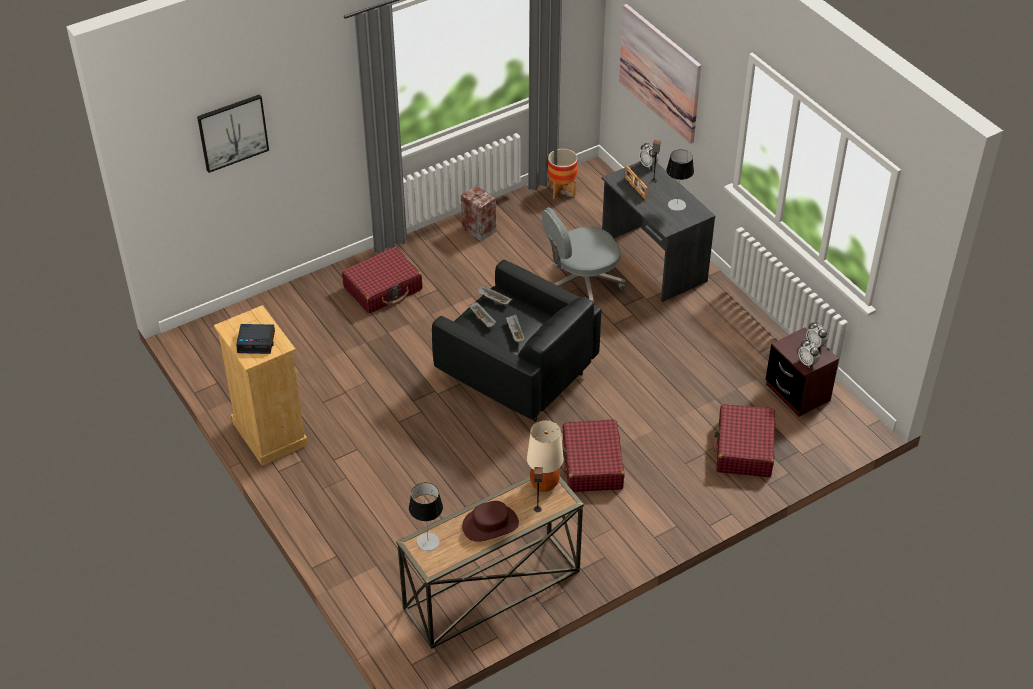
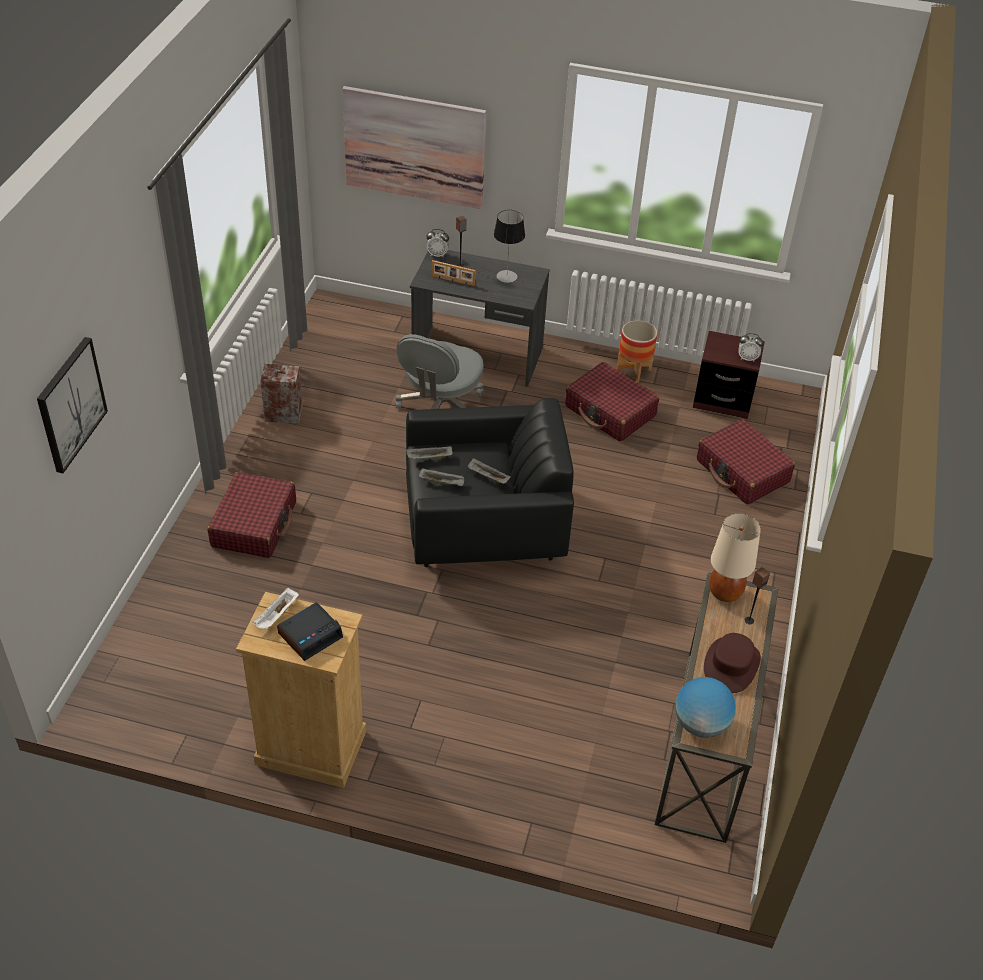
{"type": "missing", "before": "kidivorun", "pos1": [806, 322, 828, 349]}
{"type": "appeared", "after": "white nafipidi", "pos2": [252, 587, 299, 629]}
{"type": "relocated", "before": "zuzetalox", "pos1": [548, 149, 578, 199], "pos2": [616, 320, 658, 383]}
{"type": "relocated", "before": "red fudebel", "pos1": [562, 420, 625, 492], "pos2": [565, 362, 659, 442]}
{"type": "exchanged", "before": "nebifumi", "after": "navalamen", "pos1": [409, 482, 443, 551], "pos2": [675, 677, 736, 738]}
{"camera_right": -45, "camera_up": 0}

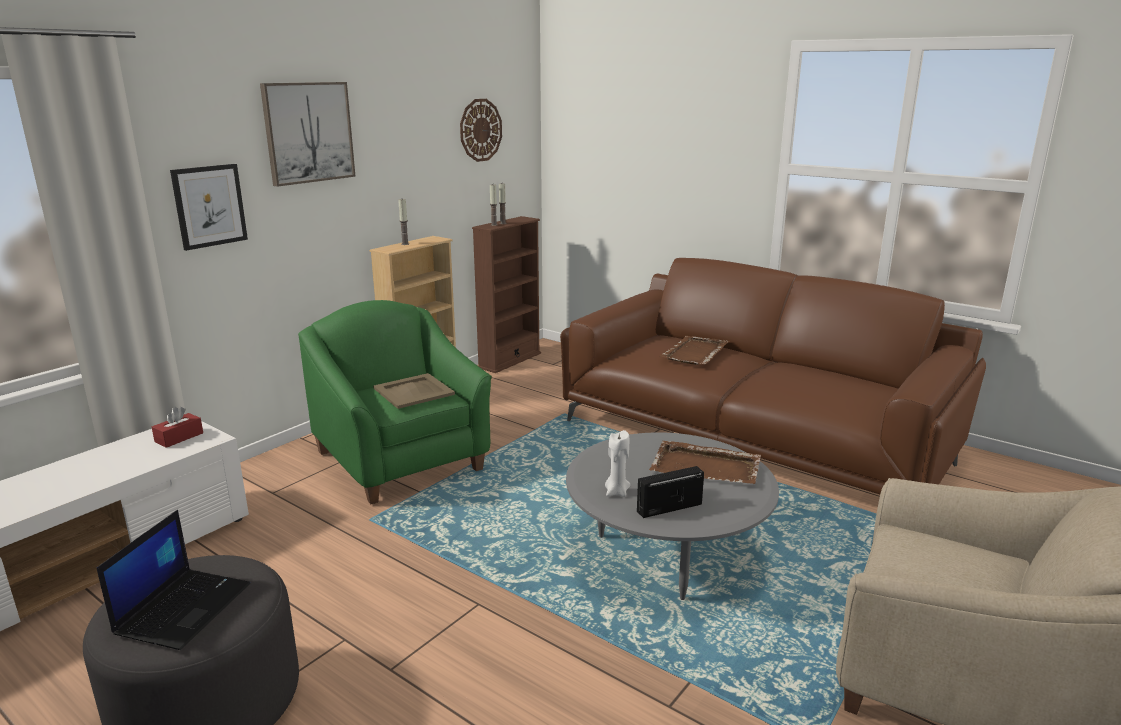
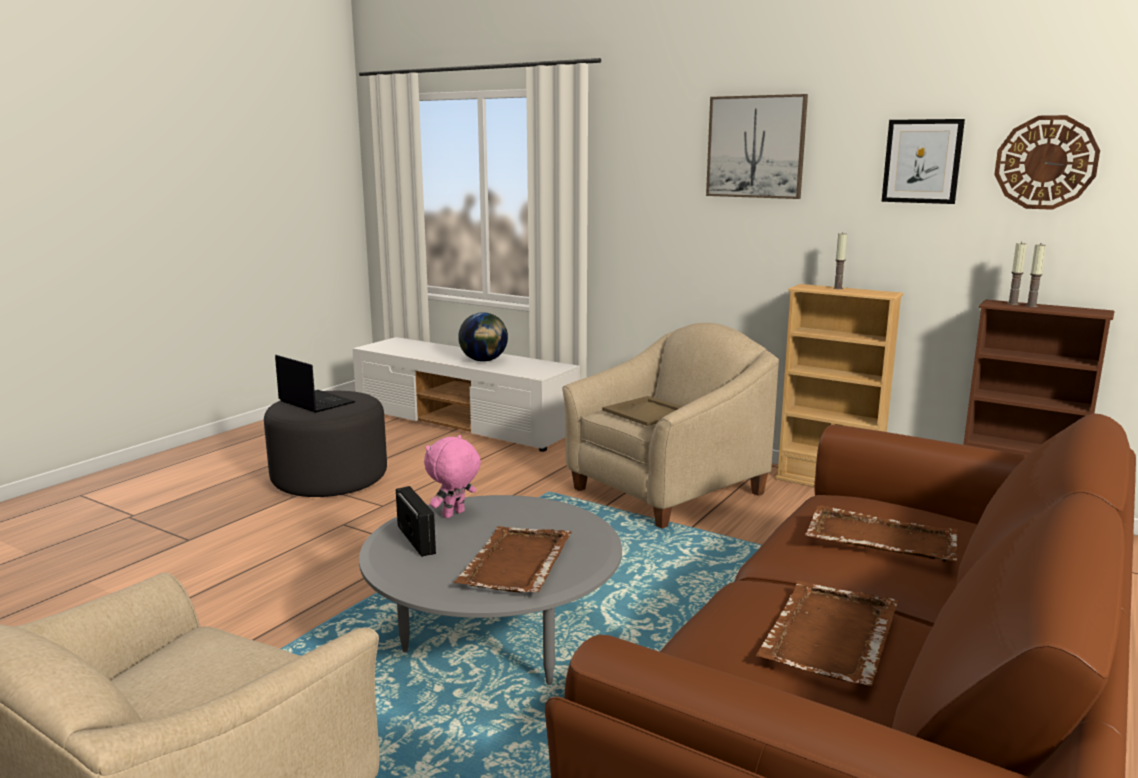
{"type": "missing", "before": "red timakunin", "pos1": [152, 407, 203, 448]}
{"type": "appeared", "after": "navalamen", "pos2": [458, 312, 508, 362]}
{"type": "appeared", "after": "brown nafipidi", "pos2": [756, 581, 898, 686]}
{"type": "relocated", "before": "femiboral", "pos1": [170, 164, 248, 251], "pos2": [881, 119, 965, 204]}
{"type": "exchanged", "before": "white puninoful", "after": "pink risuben", "pos1": [605, 430, 631, 497], "pos2": [424, 435, 481, 518]}
{"type": "colour", "before": "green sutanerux", "after": "beige sutanerux", "pos1": [298, 300, 492, 504], "pos2": [562, 323, 779, 529]}
{"type": "spun", "before": "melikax", "pos1": [97, 510, 250, 650], "pos2": [275, 355, 355, 413], "turn": -150}
{"camera_right": 85, "camera_up": -5}

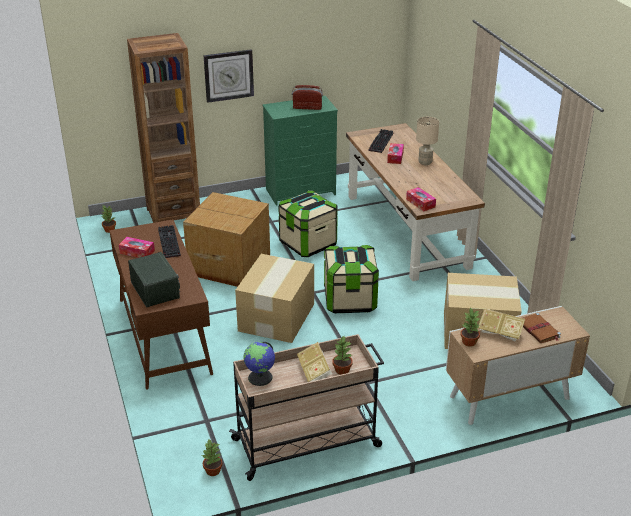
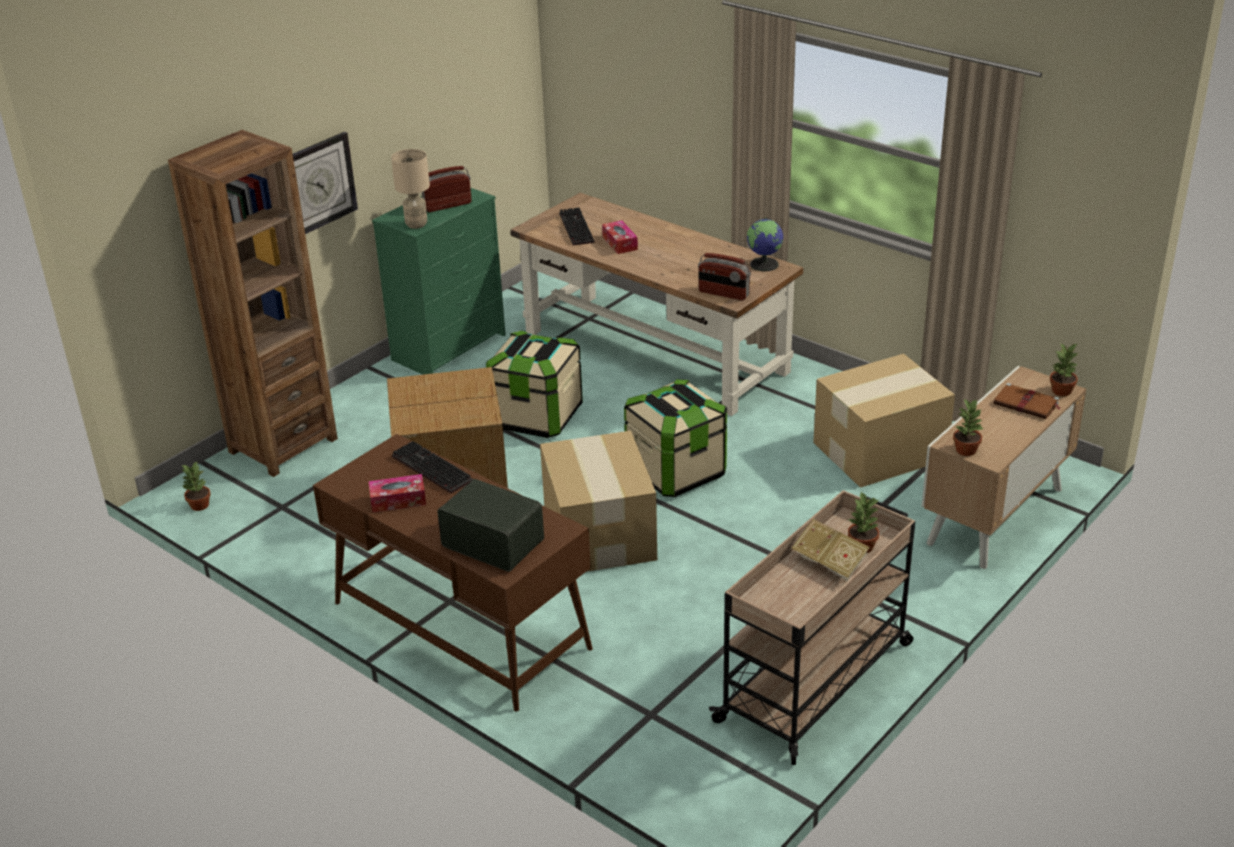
{"type": "missing", "before": "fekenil", "pos1": [478, 308, 525, 342]}
{"type": "relocated", "before": "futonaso", "pos1": [202, 440, 223, 476], "pos2": [1050, 343, 1078, 396]}
{"type": "relocated", "before": "navalamen", "pos1": [244, 342, 275, 386], "pos2": [747, 218, 783, 271]}
{"type": "relocated", "before": "beige nebifumi", "pos1": [416, 117, 439, 165], "pos2": [391, 149, 430, 229]}
{"type": "exchanged", "before": "timakunin", "after": "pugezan", "pos1": [406, 187, 436, 211], "pos2": [698, 253, 751, 300]}
{"camera_right": -30, "camera_up": 0}

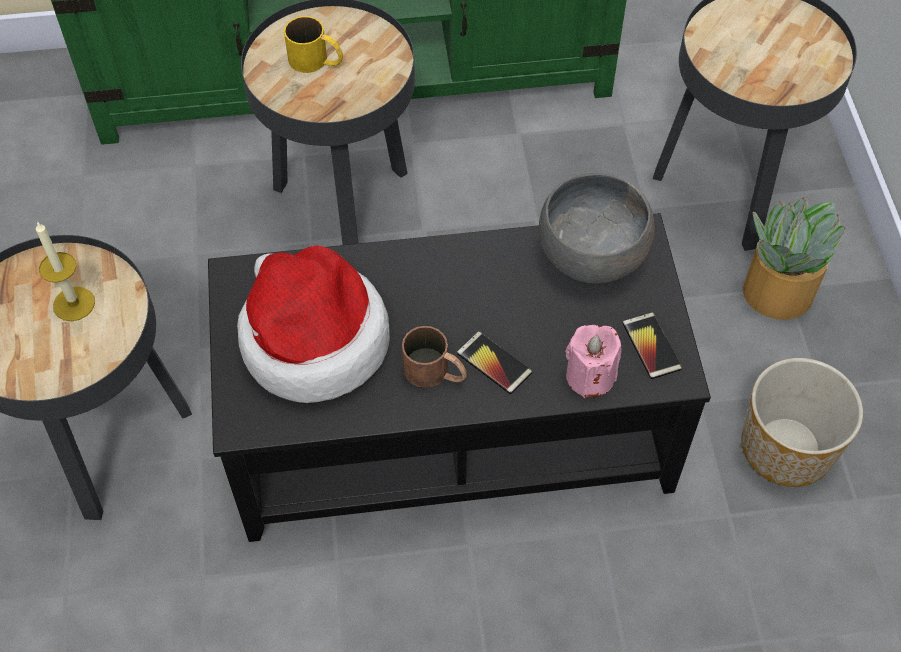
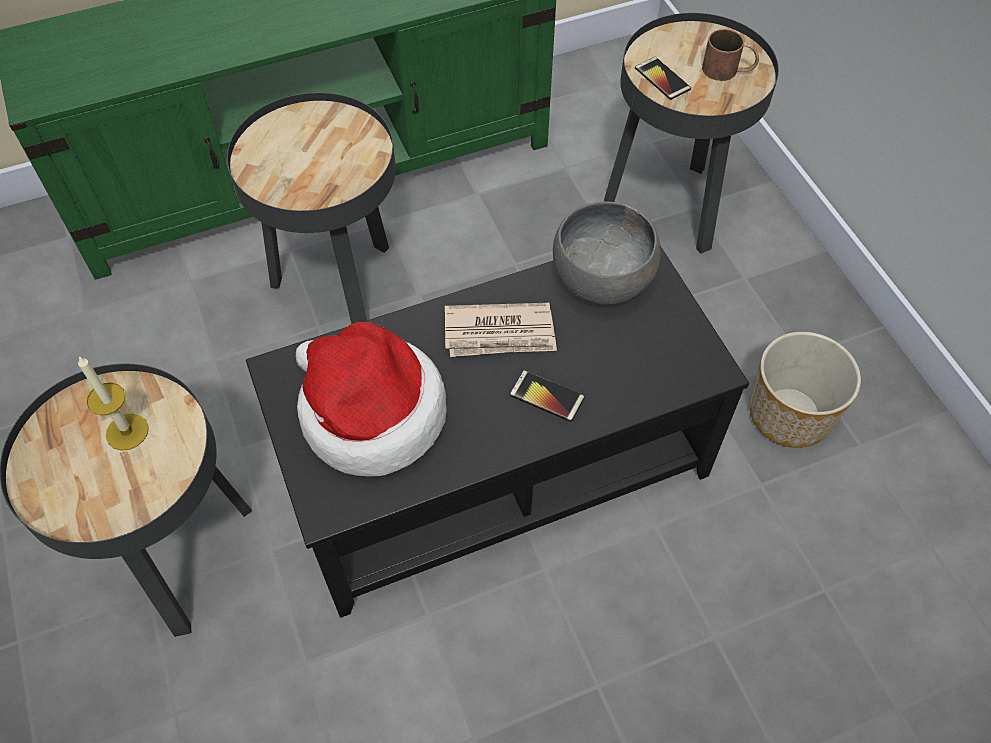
{"type": "missing", "before": "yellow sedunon", "pos1": [284, 16, 343, 73]}
{"type": "missing", "before": "pink puninoful", "pos1": [565, 325, 621, 398]}
{"type": "missing", "before": "futonaso", "pos1": [743, 197, 846, 320]}
{"type": "appeared", "after": "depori", "pos2": [445, 303, 557, 357]}
{"type": "relocated", "before": "brown sedunon", "pos1": [402, 326, 467, 388], "pos2": [702, 29, 759, 81]}
{"type": "relocated", "before": "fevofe", "pos1": [622, 312, 682, 379], "pos2": [635, 57, 691, 100]}
{"camera_right": -15, "camera_up": 0}

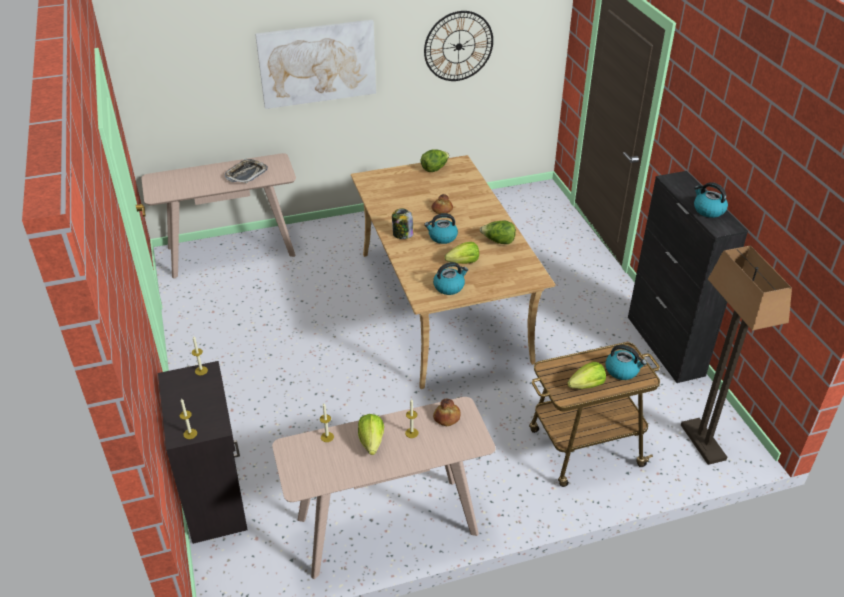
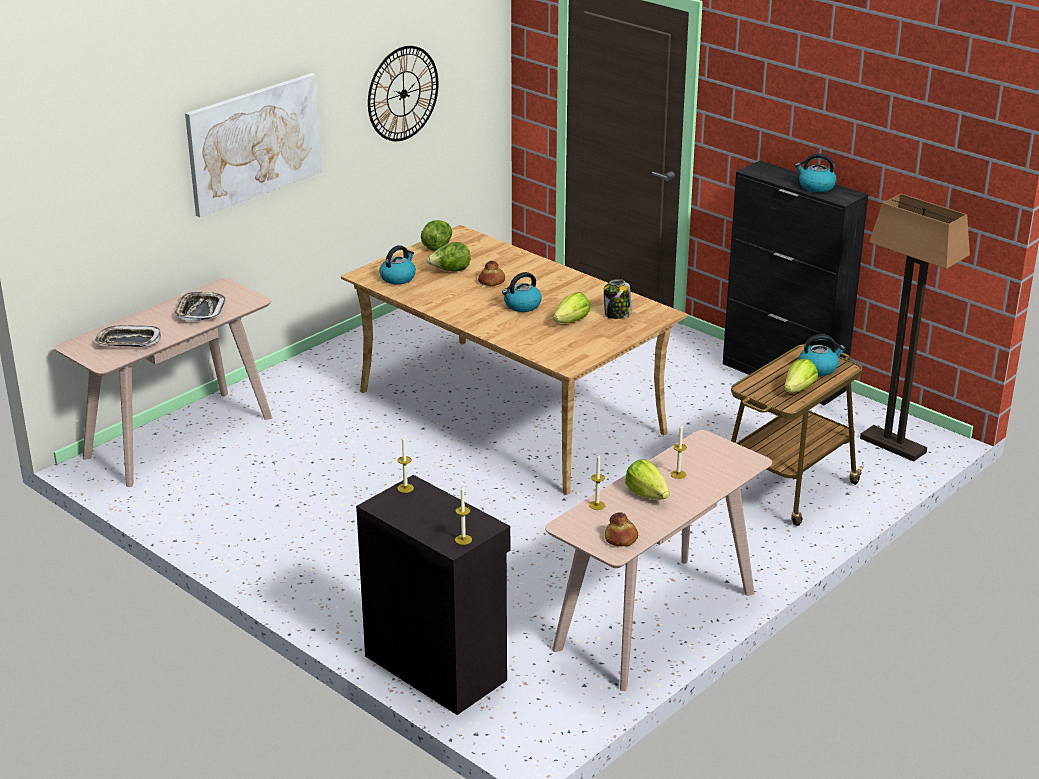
{"type": "appeared", "after": "nafipidi", "pos2": [94, 325, 161, 347]}
{"type": "relocated", "before": "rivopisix", "pos1": [392, 208, 414, 239], "pos2": [604, 279, 632, 319]}
{"type": "relocated", "before": "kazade", "pos1": [433, 262, 468, 295], "pos2": [379, 245, 416, 284]}
{"type": "relocated", "before": "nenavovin", "pos1": [433, 399, 461, 426], "pos2": [605, 512, 638, 546]}
{"type": "relocated", "before": "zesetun", "pos1": [480, 220, 516, 244], "pos2": [427, 242, 471, 272]}
{"camera_right": -30, "camera_up": -10}

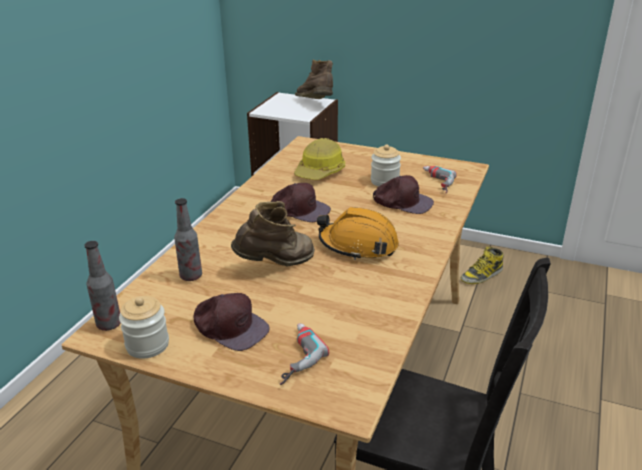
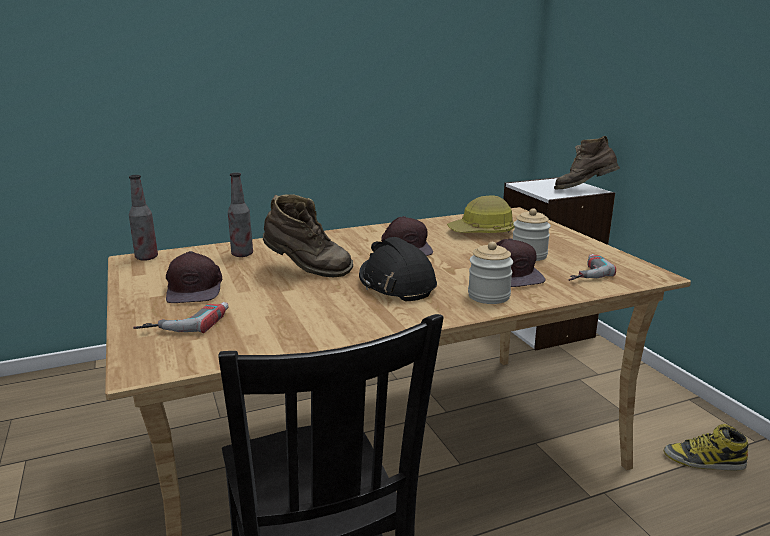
{"type": "relocated", "before": "rivopisix", "pos1": [119, 296, 169, 359], "pos2": [468, 242, 513, 304]}
{"type": "colour", "before": "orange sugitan", "after": "black sugitan", "pos1": [317, 207, 399, 260], "pos2": [359, 237, 437, 301]}
{"type": "spun", "before": "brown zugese", "pos1": [295, 59, 333, 99], "pos2": [554, 136, 620, 189], "turn": -105}
{"camera_right": 45, "camera_up": -10}

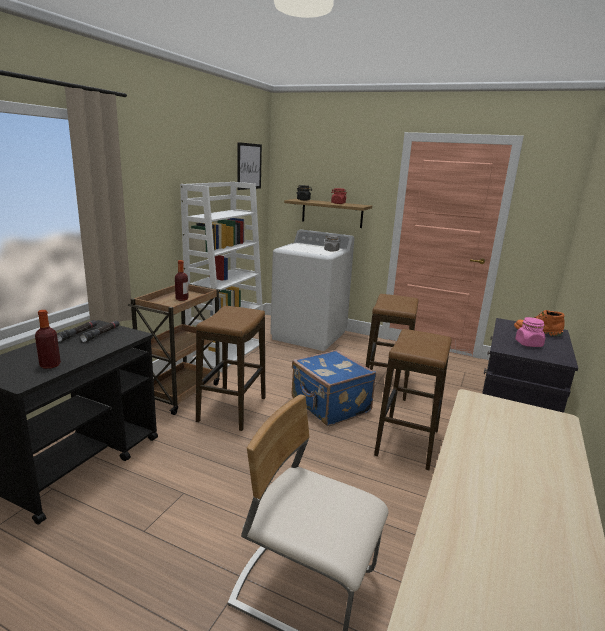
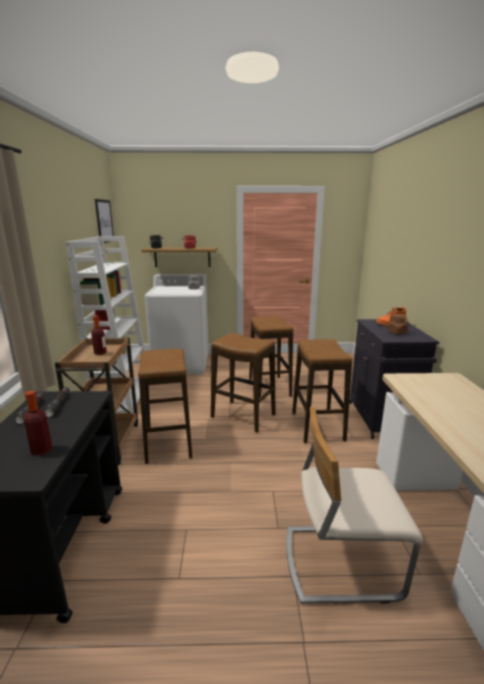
{"type": "exchanged", "before": "blue fudebel", "after": "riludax", "pos1": [292, 350, 376, 426], "pos2": [211, 333, 275, 432]}
{"type": "colour", "before": "pink rivopisix", "after": "brown rivopisix", "pos1": [515, 317, 545, 347], "pos2": [387, 314, 408, 334]}
{"camera_right": -25, "camera_up": 0}

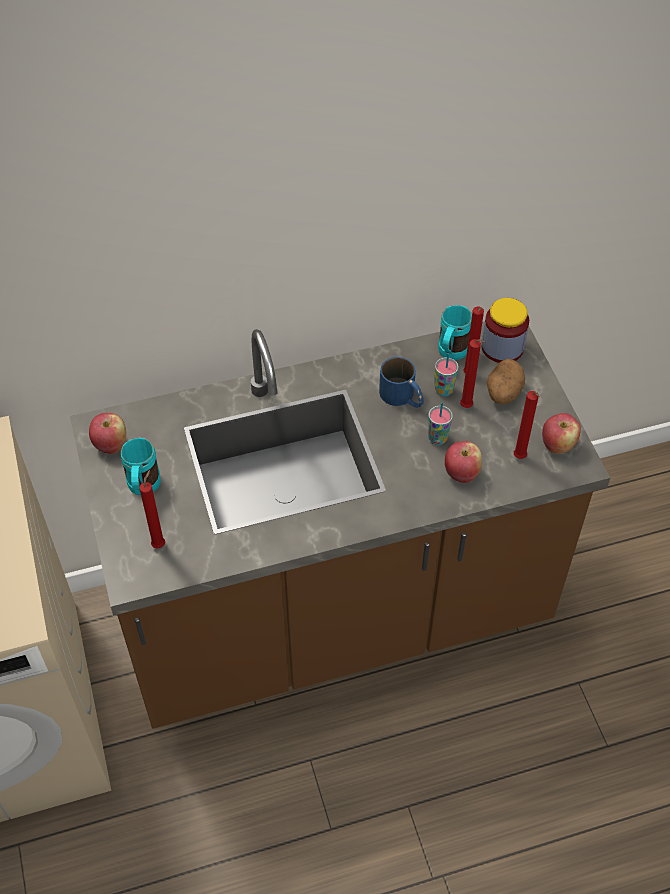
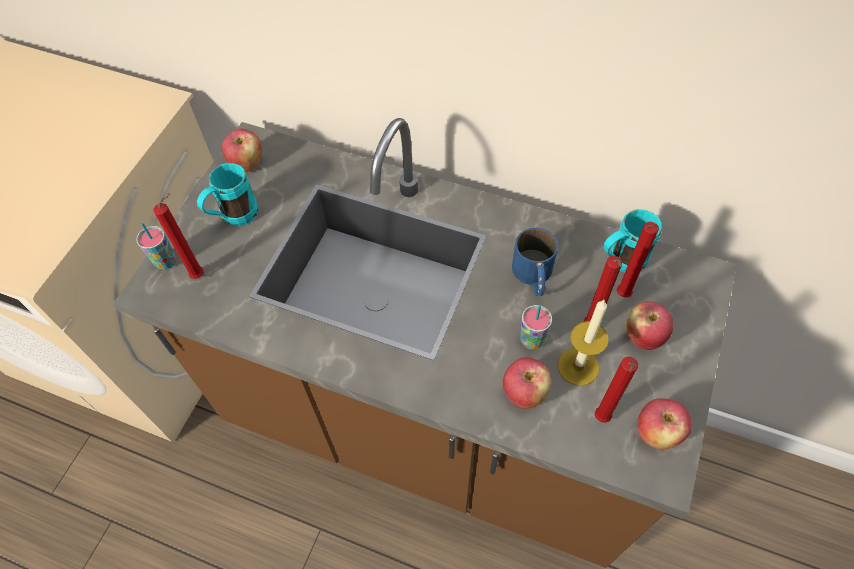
{"type": "missing", "before": "rivopisix", "pos1": [482, 298, 529, 363]}
{"type": "appeared", "after": "puninoful", "pos2": [558, 300, 609, 386]}
{"type": "relocated", "before": "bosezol", "pos1": [435, 353, 459, 396], "pos2": [136, 223, 175, 270]}
{"type": "exchanged", "before": "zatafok", "after": "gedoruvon", "pos1": [486, 359, 525, 404], "pos2": [626, 301, 673, 350]}
{"camera_right": 40, "camera_up": 5}

